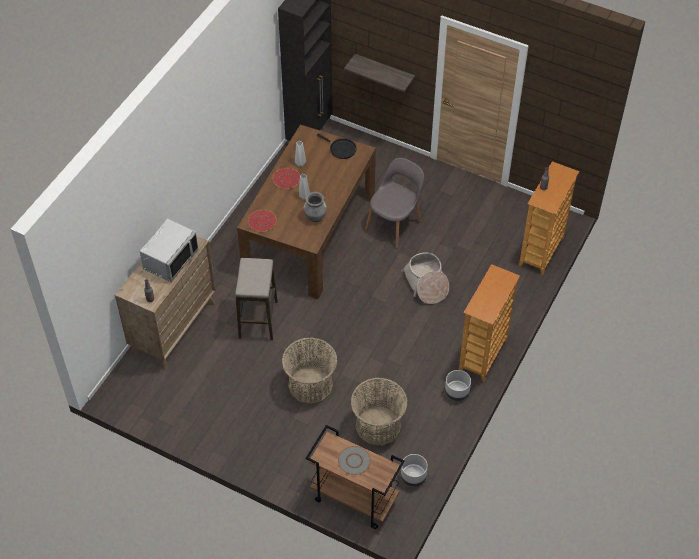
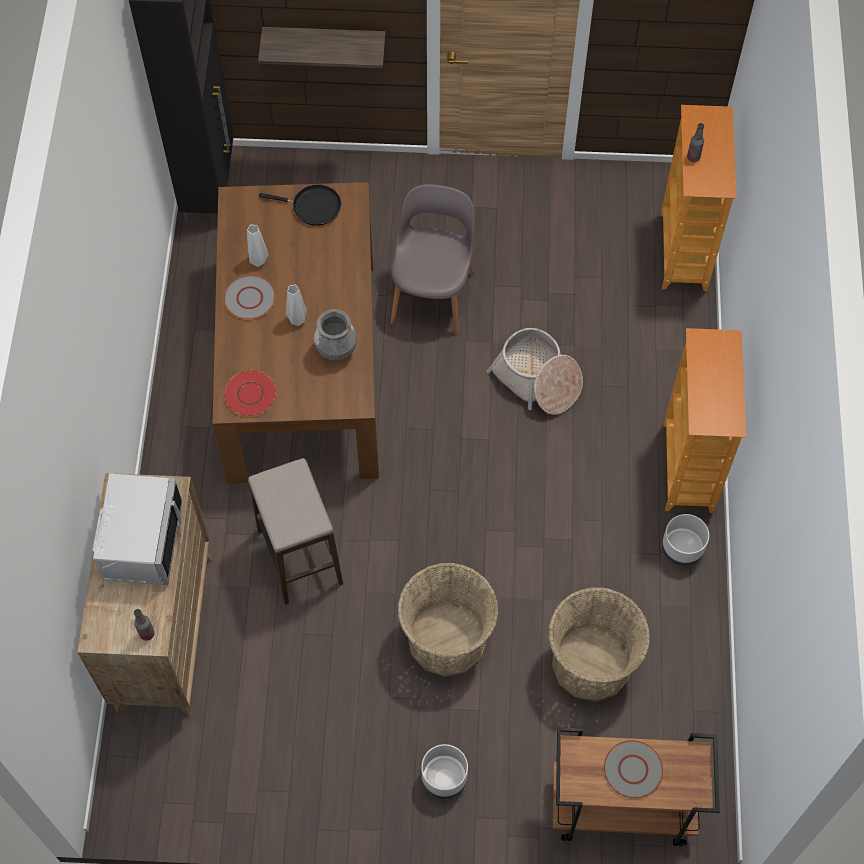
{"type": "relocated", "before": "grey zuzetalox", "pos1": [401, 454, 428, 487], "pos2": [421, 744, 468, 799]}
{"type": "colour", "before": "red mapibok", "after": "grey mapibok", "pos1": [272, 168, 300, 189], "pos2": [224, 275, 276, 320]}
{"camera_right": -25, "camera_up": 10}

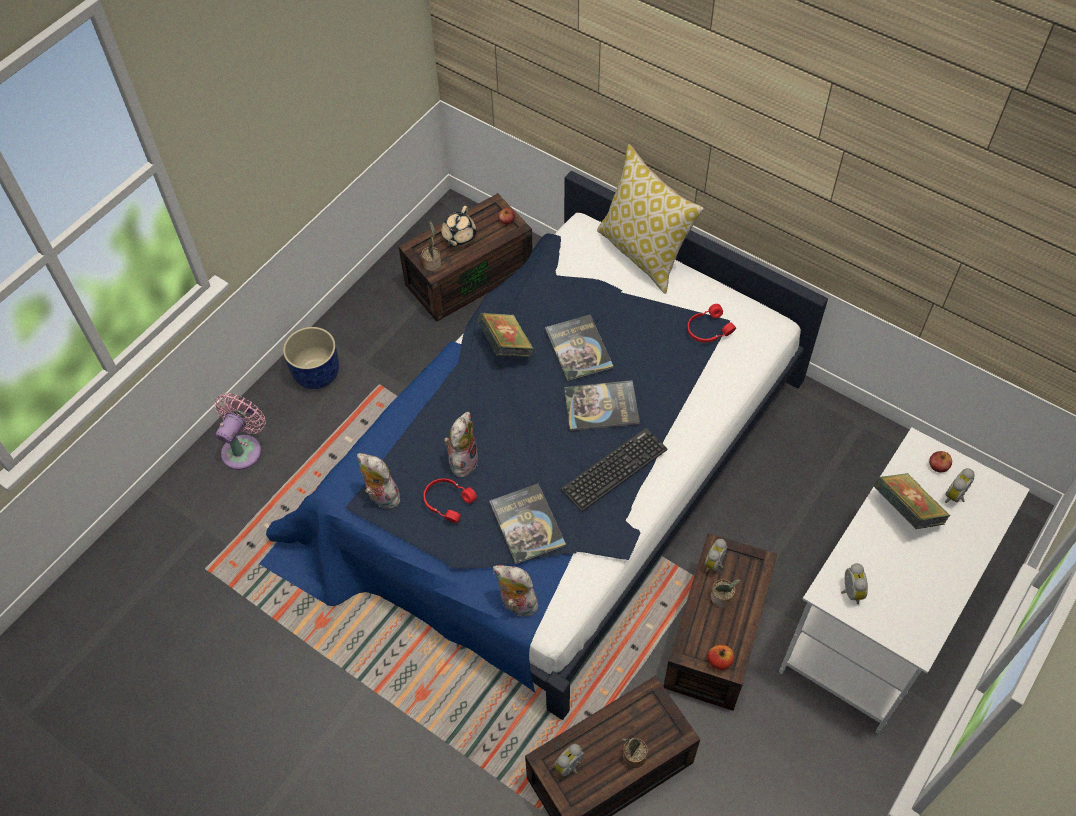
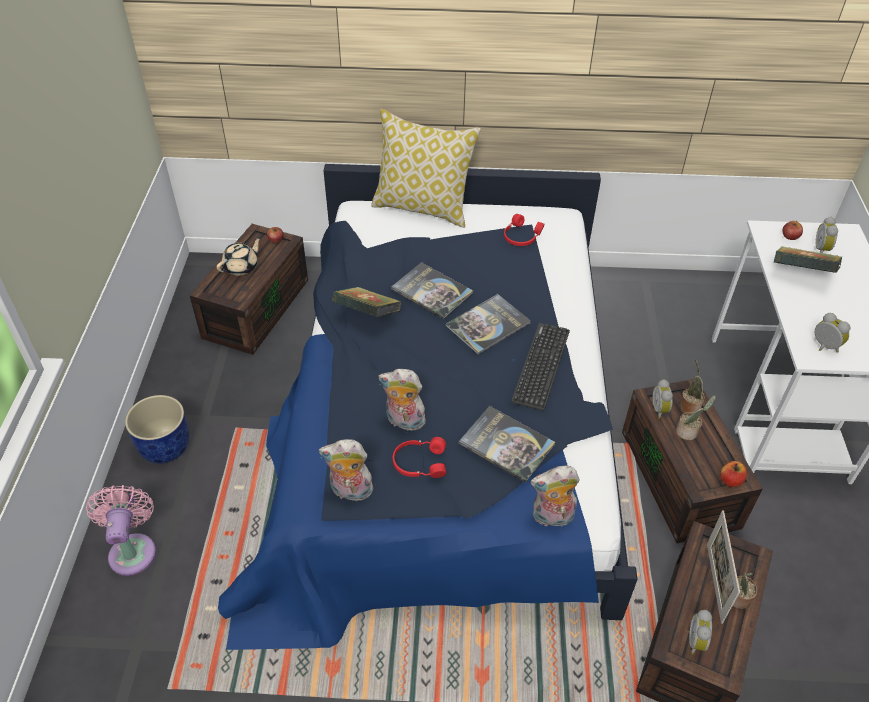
{"type": "appeared", "after": "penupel", "pos2": [707, 510, 740, 624]}
{"type": "relocated", "before": "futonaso", "pos1": [421, 221, 441, 271], "pos2": [679, 359, 704, 413]}
{"type": "spun", "before": "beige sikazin", "pos1": [441, 206, 476, 247], "pos2": [216, 237, 261, 276], "turn": -120}
{"type": "spun", "before": "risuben", "pos1": [444, 412, 478, 479], "pos2": [379, 369, 426, 431], "turn": -60}
{"camera_right": -35, "camera_up": -10}

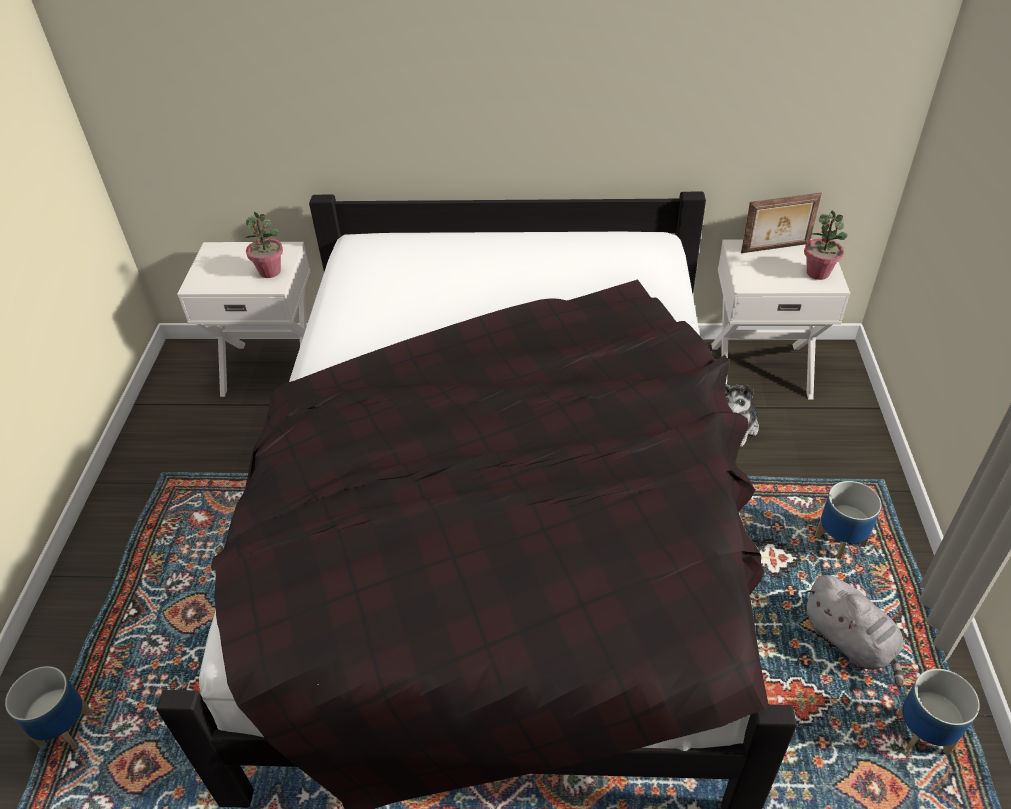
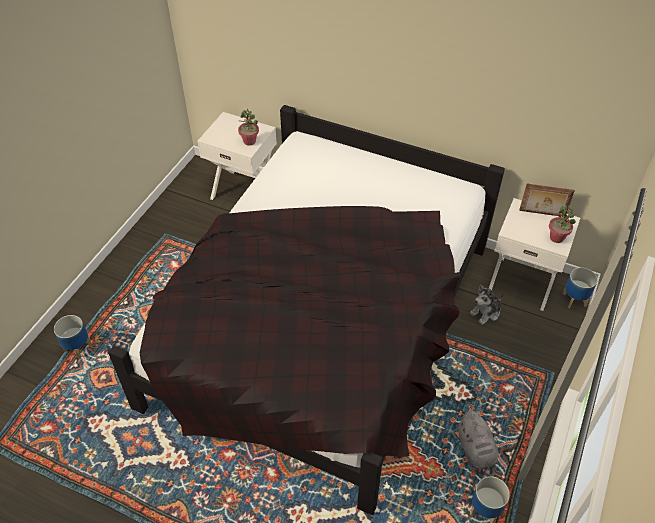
{"type": "relocated", "before": "zuzetalox", "pos1": [815, 481, 881, 560], "pos2": [563, 267, 598, 308]}
{"camera_right": 20, "camera_up": 5}

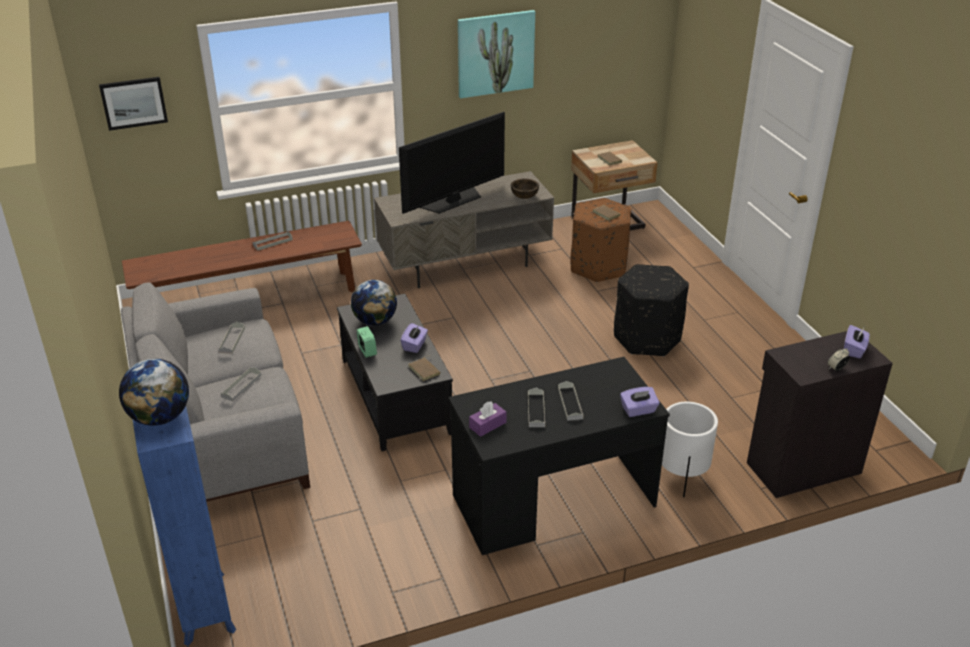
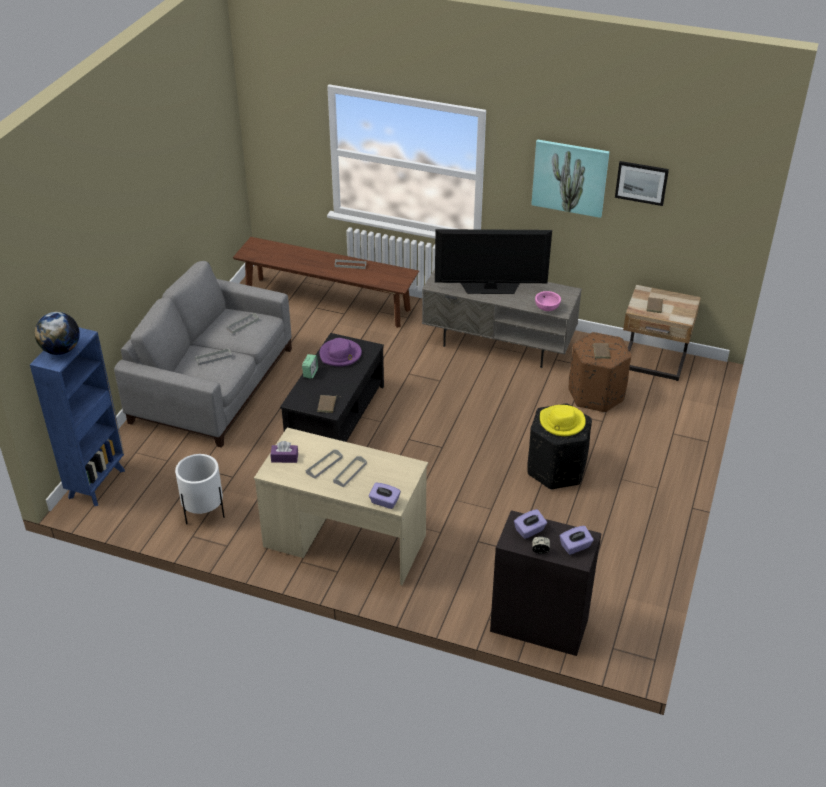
{"type": "appeared", "after": "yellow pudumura", "pos2": [540, 405, 586, 436]}
{"type": "relocated", "before": "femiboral", "pos1": [99, 77, 168, 131], "pos2": [615, 161, 669, 206]}
{"type": "relocated", "before": "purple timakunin", "pos1": [400, 323, 428, 353], "pos2": [514, 509, 547, 539]}
{"type": "relocated", "before": "white zuzetalox", "pos1": [662, 402, 718, 497], "pos2": [175, 454, 225, 525]}
{"type": "exchanged", "before": "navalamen", "after": "purple pudumura", "pos1": [351, 280, 397, 326], "pos2": [320, 338, 362, 367]}
{"type": "colour", "before": "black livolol", "after": "beige livolol", "pos1": [448, 357, 670, 555], "pos2": [254, 427, 428, 585]}
{"type": "colour", "before": "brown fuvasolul", "after": "pink fuvasolul", "pos1": [511, 178, 539, 199], "pos2": [535, 291, 561, 311]}
{"camera_right": 40, "camera_up": 5}

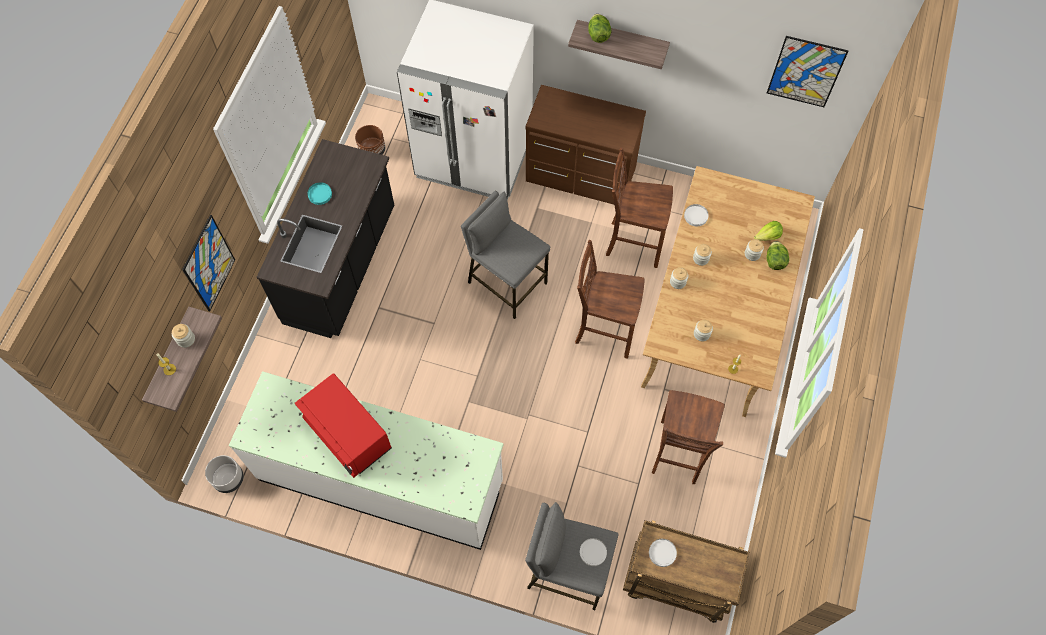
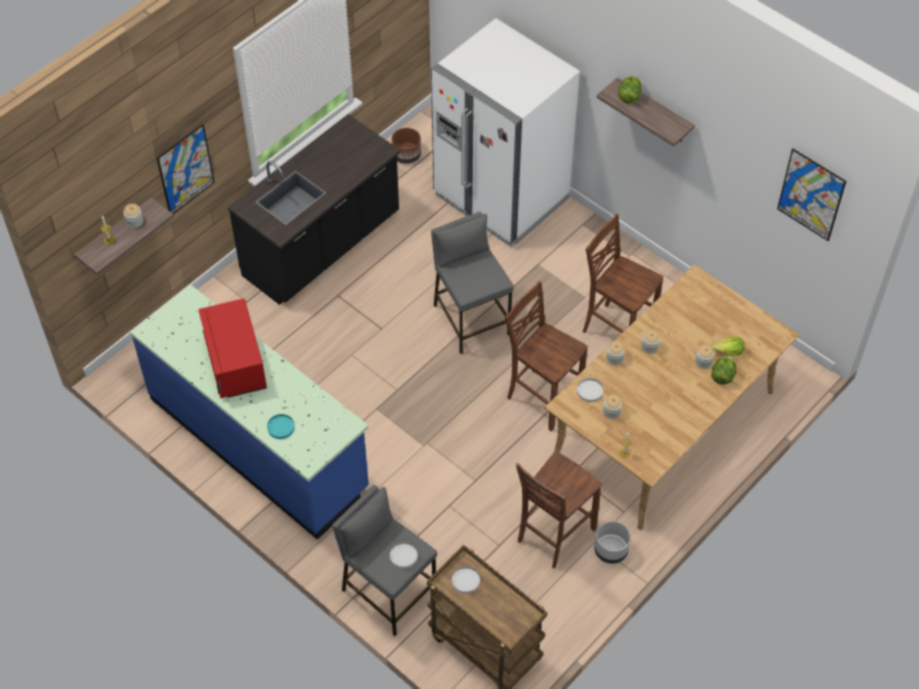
{"type": "missing", "before": "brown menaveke", "pos1": [526, 85, 646, 205]}
{"type": "relocated", "before": "grey zuzetalox", "pos1": [205, 455, 244, 493], "pos2": [594, 521, 631, 564]}
{"type": "relocated", "before": "turquoise mapibok", "pos1": [308, 183, 332, 205], "pos2": [267, 414, 295, 439]}
{"type": "relocated", "before": "white mapibok", "pos1": [684, 204, 709, 227], "pos2": [577, 378, 603, 402]}
{"type": "colour", "before": "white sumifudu", "after": "blue sumifudu", "pos1": [229, 371, 503, 550], "pos2": [130, 285, 369, 540]}
{"camera_right": 25, "camera_up": -10}

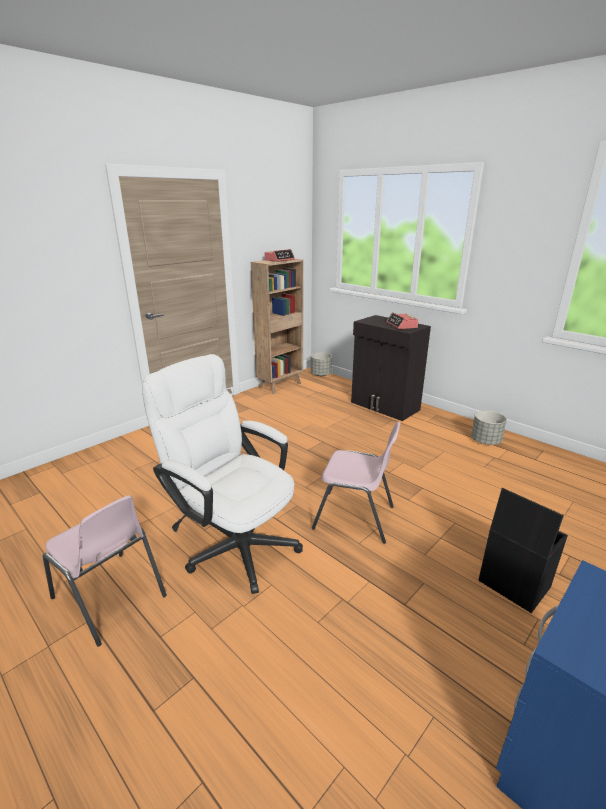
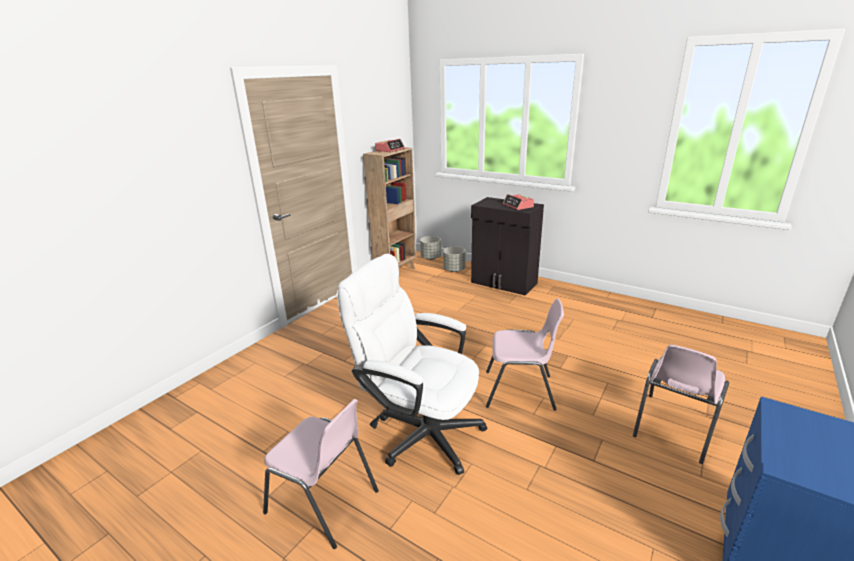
{"type": "relocated", "before": "grey zuzetalox", "pos1": [471, 410, 507, 445], "pos2": [443, 247, 466, 272]}
{"type": "exchanged", "before": "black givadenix", "after": "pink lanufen", "pos1": [478, 488, 568, 613], "pos2": [633, 345, 729, 464]}
{"camera_right": -10, "camera_up": 0}

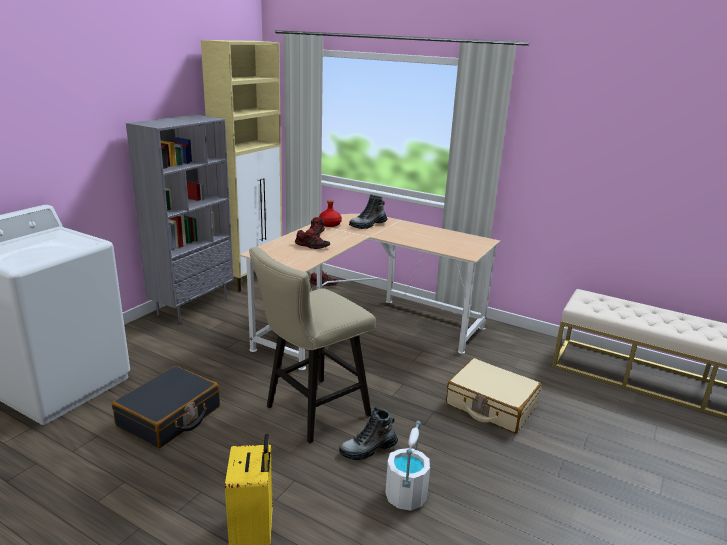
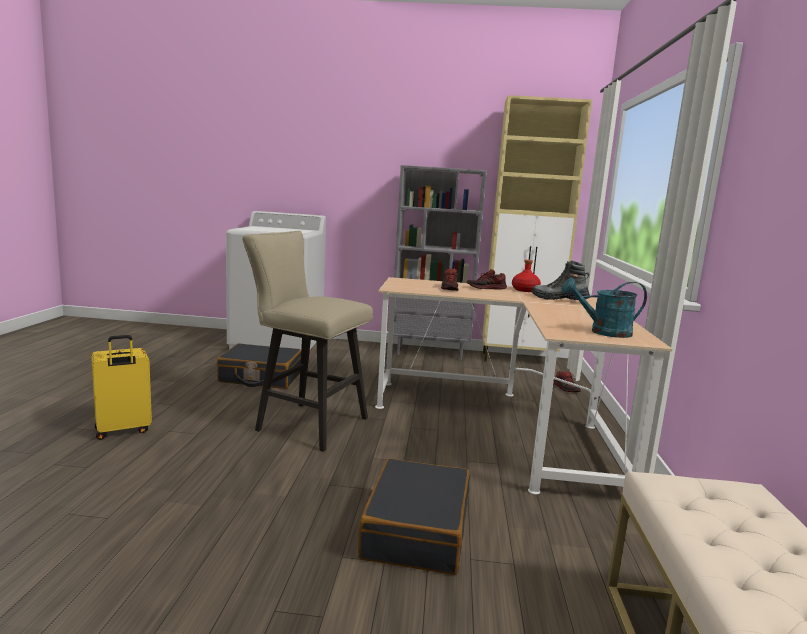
{"type": "missing", "before": "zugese", "pos1": [339, 407, 398, 460]}
{"type": "missing", "before": "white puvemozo", "pos1": [385, 421, 430, 511]}
{"type": "appeared", "after": "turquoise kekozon", "pos2": [562, 278, 647, 338]}
{"type": "colour", "before": "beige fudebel", "after": "black fudebel", "pos1": [446, 358, 541, 433], "pos2": [358, 458, 470, 575]}
{"camera_right": 65, "camera_up": -10}

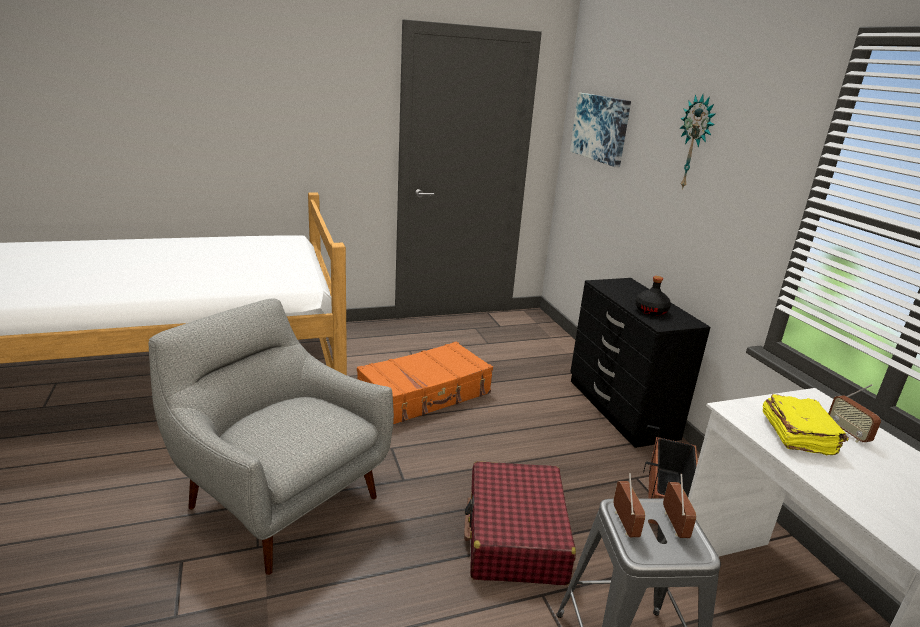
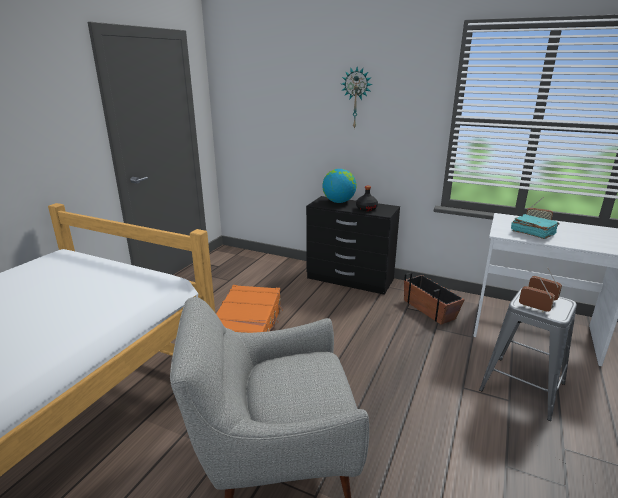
{"type": "missing", "before": "red fudebel", "pos1": [464, 461, 576, 585]}
{"type": "missing", "before": "femiboral", "pos1": [570, 93, 631, 167]}
{"type": "appeared", "after": "navalamen", "pos2": [322, 169, 357, 203]}
{"type": "colour", "before": "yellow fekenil", "after": "turquoise fekenil", "pos1": [762, 394, 849, 455], "pos2": [511, 214, 559, 239]}
{"camera_right": -45, "camera_up": 0}

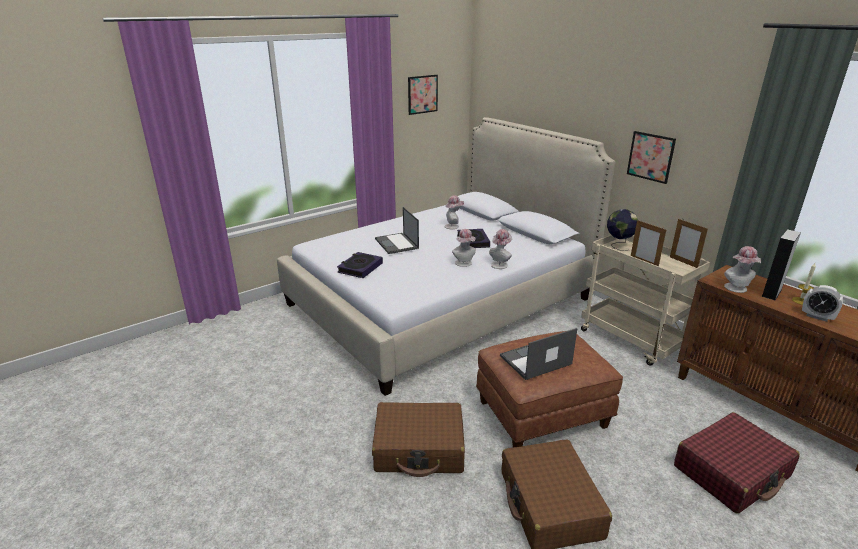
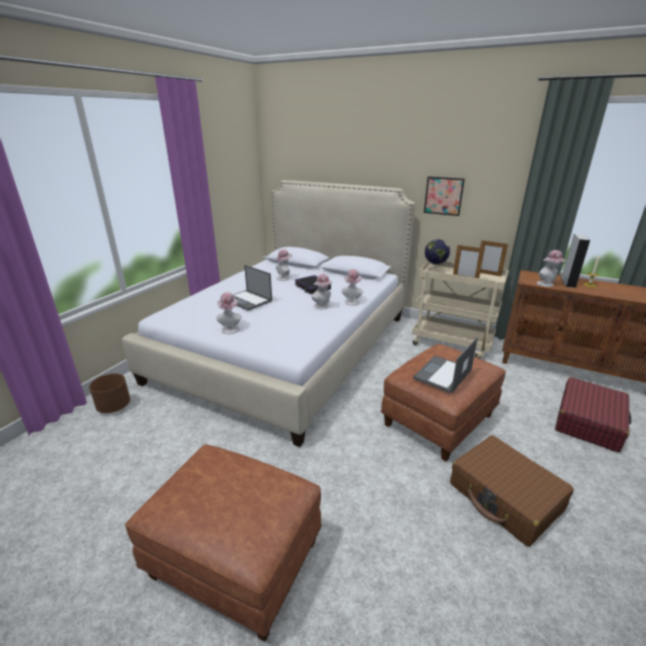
{"type": "missing", "before": "brown fudebel", "pos1": [372, 402, 465, 477]}
{"type": "missing", "before": "femiboral", "pos1": [408, 75, 438, 115]}
{"type": "missing", "before": "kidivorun", "pos1": [802, 285, 843, 322]}
{"type": "appeared", "after": "brown zuzetalox", "pos2": [89, 373, 130, 413]}
{"type": "appeared", "after": "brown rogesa", "pos2": [125, 444, 322, 642]}
{"type": "exchanged", "before": "fekenil", "after": "pudumura", "pos1": [337, 252, 383, 278], "pos2": [216, 292, 242, 334]}
{"camera_right": -25, "camera_up": 0}

